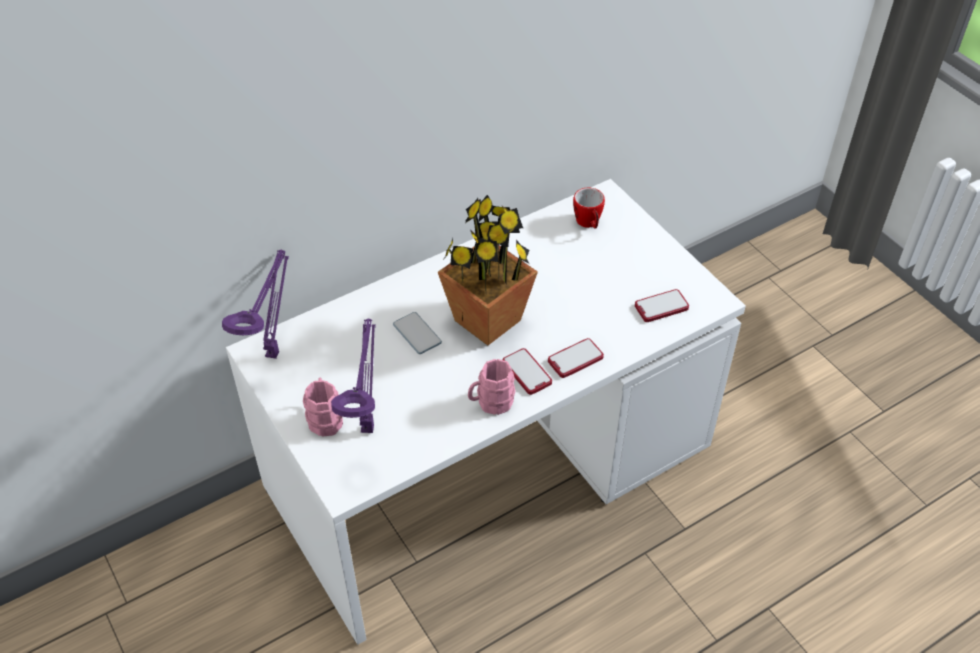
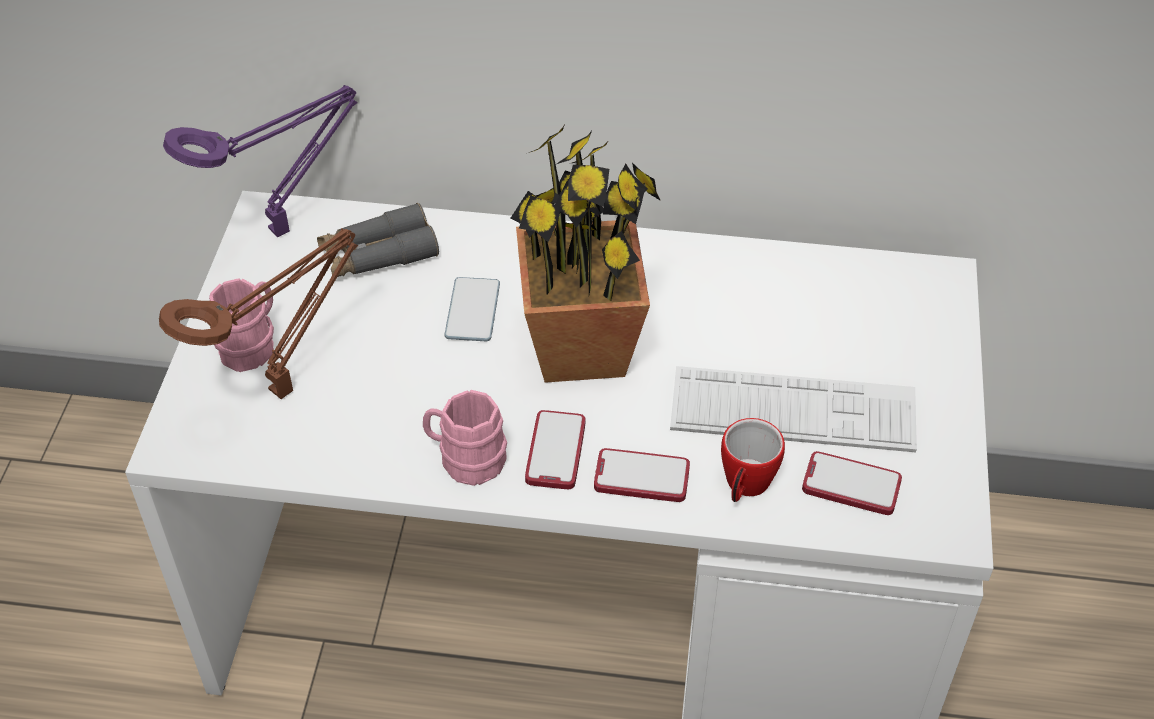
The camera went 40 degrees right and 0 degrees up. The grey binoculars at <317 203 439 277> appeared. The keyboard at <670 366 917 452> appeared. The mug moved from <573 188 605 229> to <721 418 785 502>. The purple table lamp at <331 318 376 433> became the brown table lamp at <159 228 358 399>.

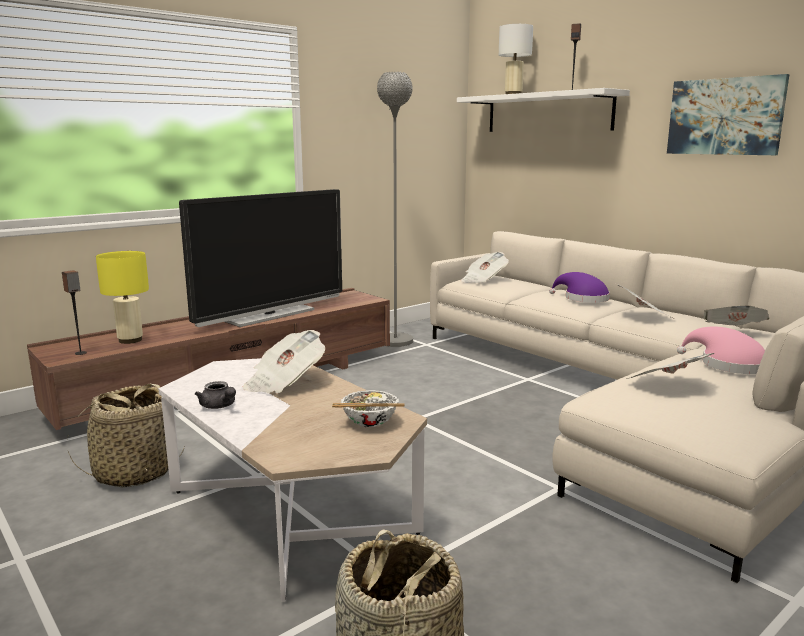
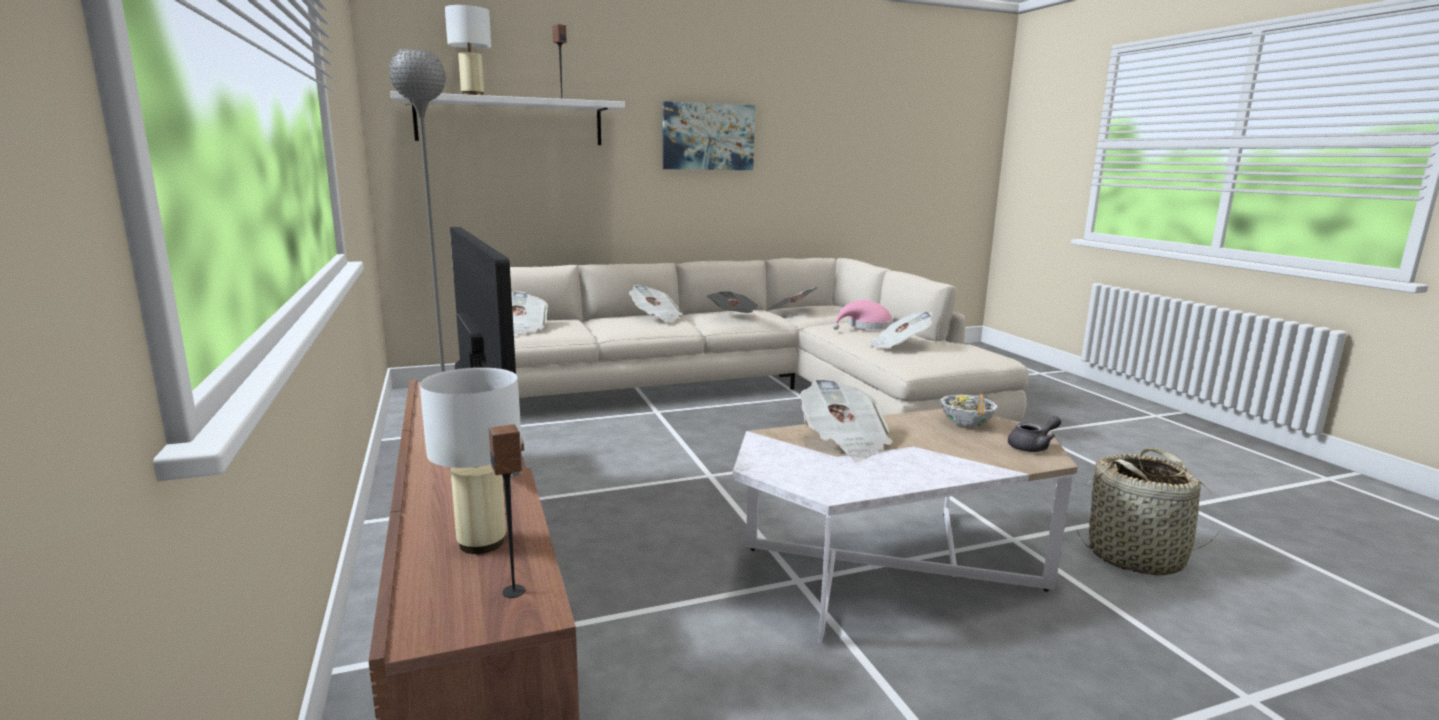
The camera went 70 degrees left and 0 degrees up. The basket at <67 384 185 488> disappeared. The grey teapot moved from <195 381 236 409> to <1008 416 1062 452>. The purple hat at <549 272 610 303> was replaced by the newspaper at <629 285 682 323>. The yellow table lamp at <96 251 149 344> became the white table lamp at <420 367 521 554>.

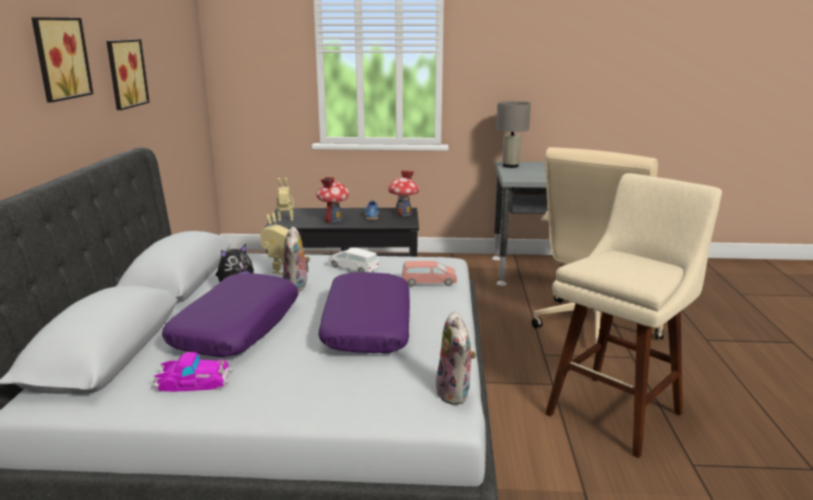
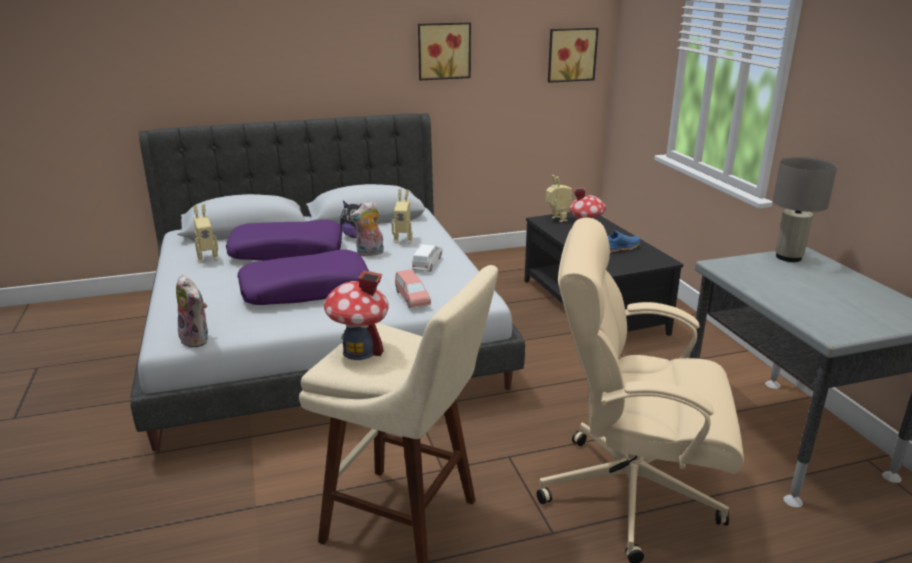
The camera went 70 degrees right and 5 degrees up. The picture moved from <31 17 93 103> to <548 28 599 83>. The toy house moved from <388 170 420 216> to <324 270 389 360>. The toy car at <151 352 233 392> was replaced by the toy robot at <193 204 218 263>. The plush toy at <436 311 476 405> turned 105 degrees counterclockwise.

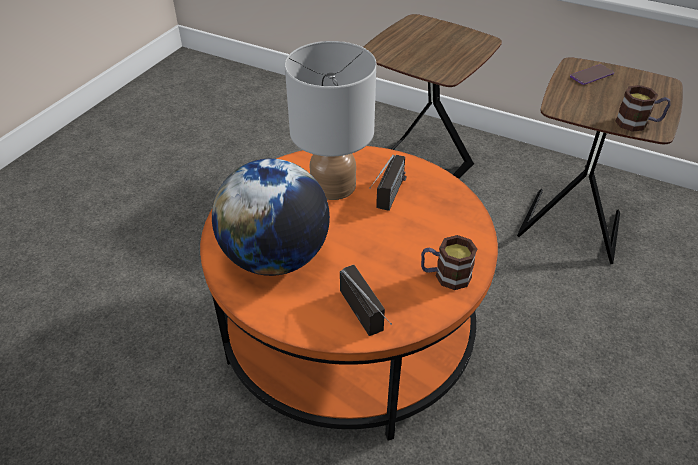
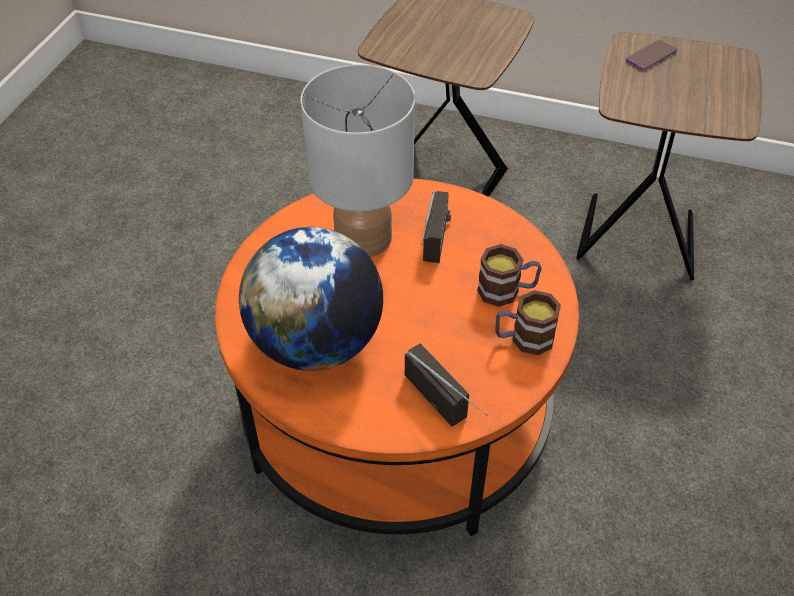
The camera went 10 degrees left and 5 degrees up. The mug moved from <615 85 670 132> to <477 244 542 307>.

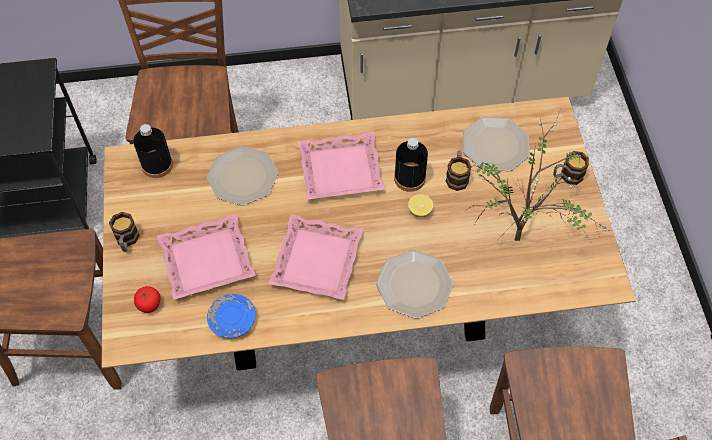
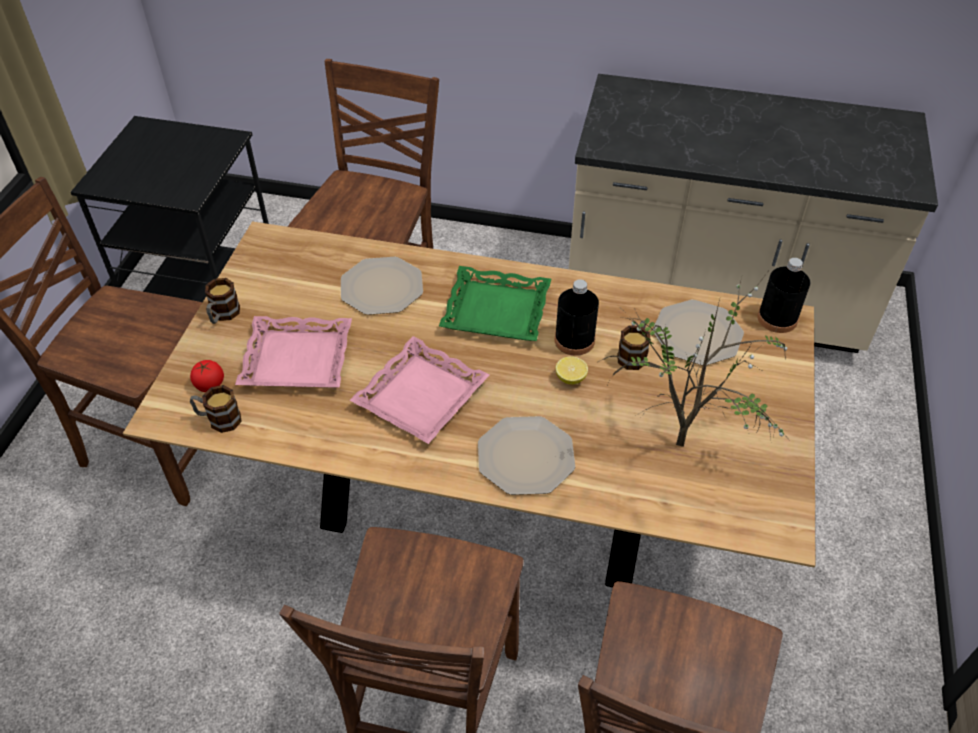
The camera went 20 degrees right and 10 degrees down. The blue plate at <207 294 256 338> disappeared. The black bottle moved from <133 124 173 178> to <757 258 810 333>. The mug moved from <553 151 589 185> to <190 385 242 433>. The pink tray at <298 132 385 200> became the green tray at <439 266 551 341>.

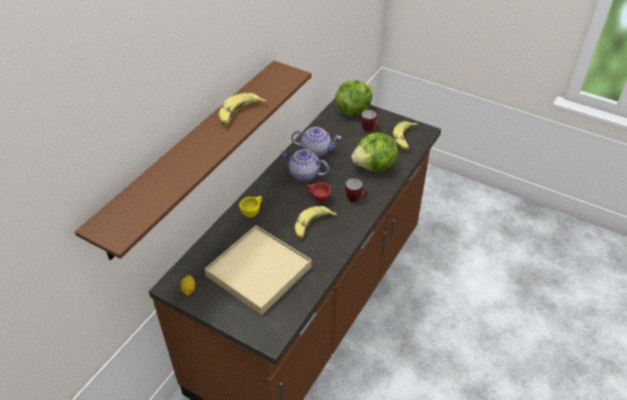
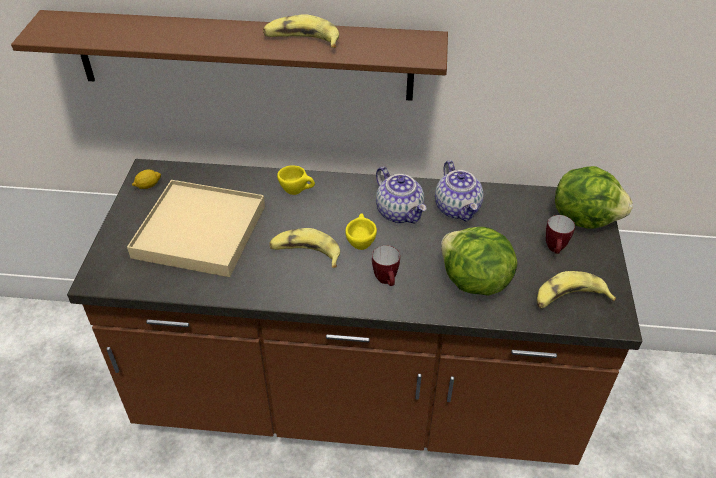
The camera went 65 degrees right and 0 degrees up. The red cup at <306 182 331 203> became the yellow cup at <345 213 377 250>. The teapot at <280 149 329 182> turned 150 degrees clockwise.

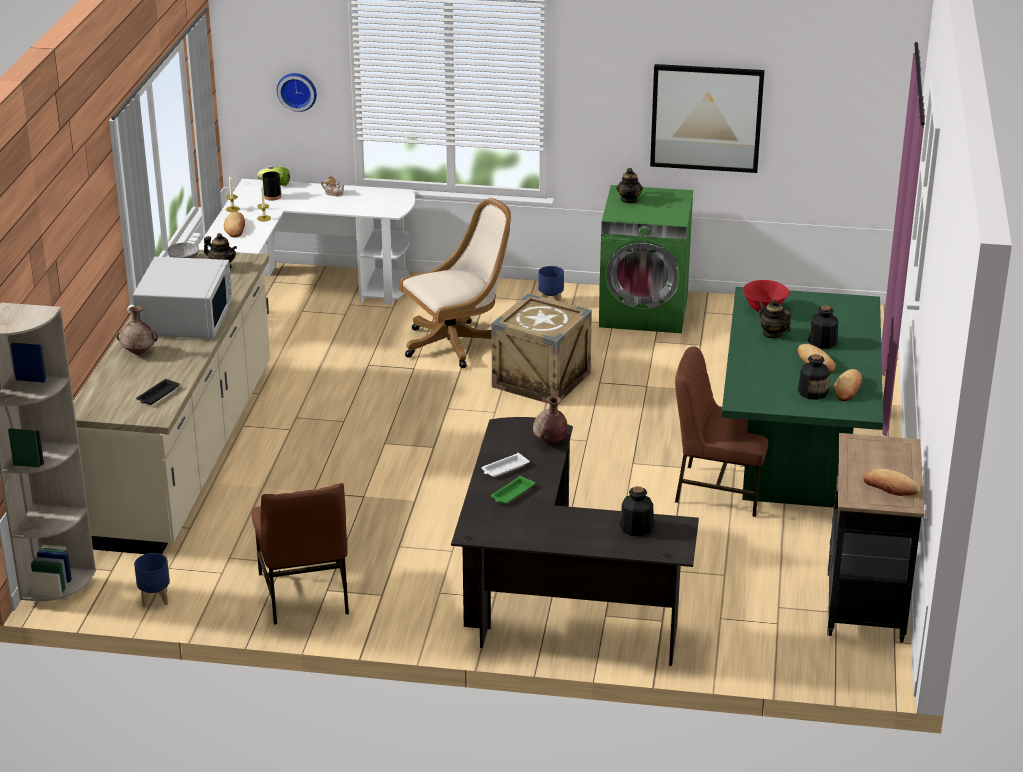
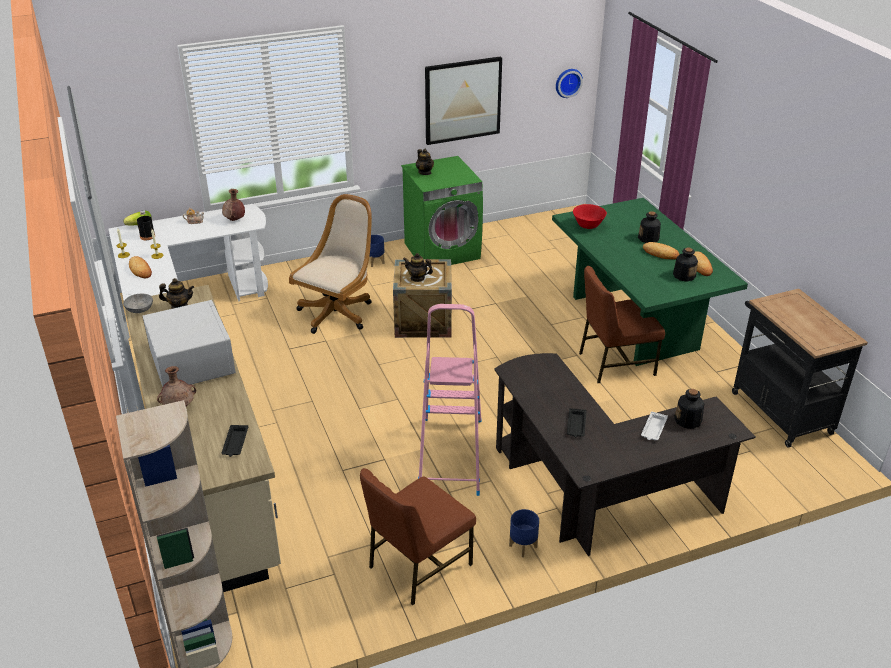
The camera went 30 degrees left and 5 degrees up. The bread at <863 469 920 496> disappeared. The pink step ladder at <418 304 481 496> appeared. The blue planter moved from <134 553 170 608> to <509 509 539 557>. The wall clock moved from <277 73 317 112> to <556 69 583 98>. The white tray moved from <481 453 530 477> to <641 411 668 440>. The brown vase moved from <533 395 568 443> to <222 189 245 221>. The teapot moved from <758 299 791 339> to <403 253 433 282>. The green tray at <491 476 535 504> became the black tray at <567 408 586 437>. The brown chair at <252 483 349 625> turned 90 degrees clockwise.

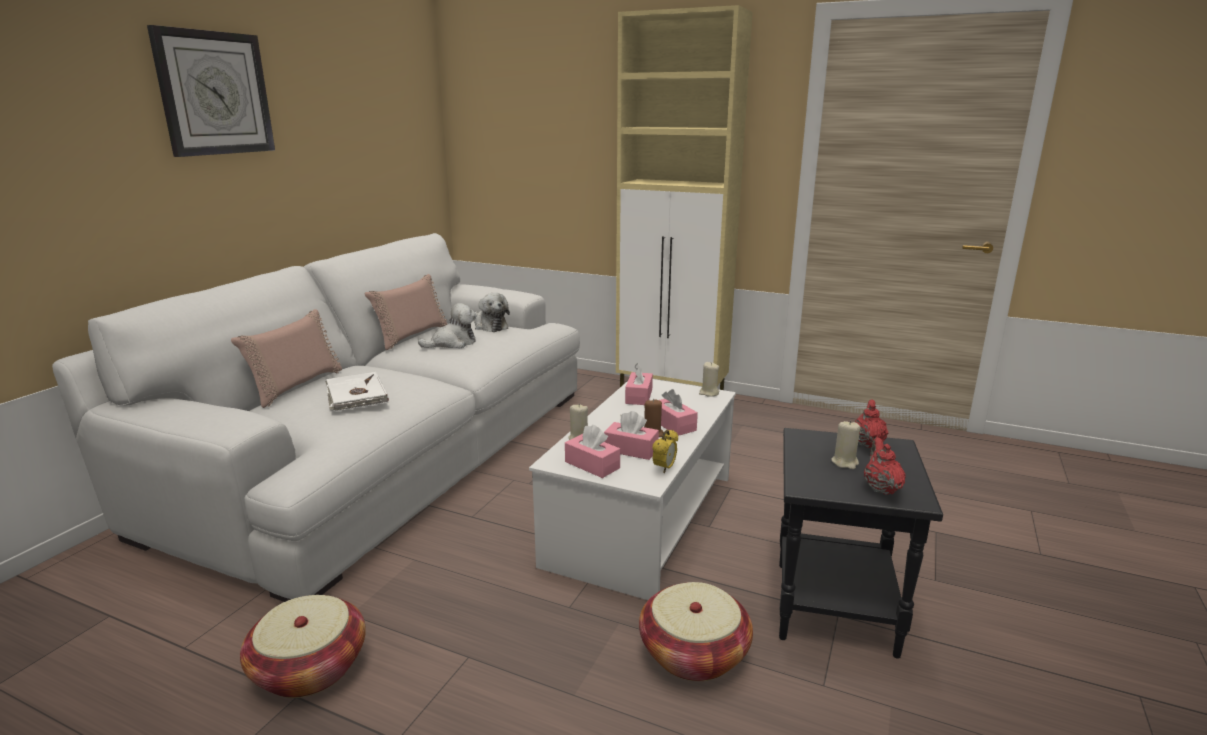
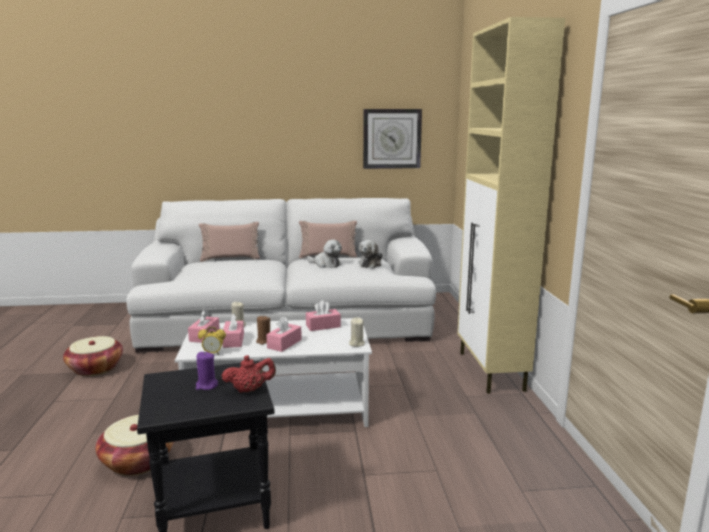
The camera went 60 degrees right and 5 degrees down. The white book at <326 372 389 412> disappeared. The red teapot at <864 438 906 495> disappeared. The wall clock moved from <147 25 275 157> to <363 109 422 169>. The beige candle at <831 420 860 469> became the purple candle at <196 352 218 390>.

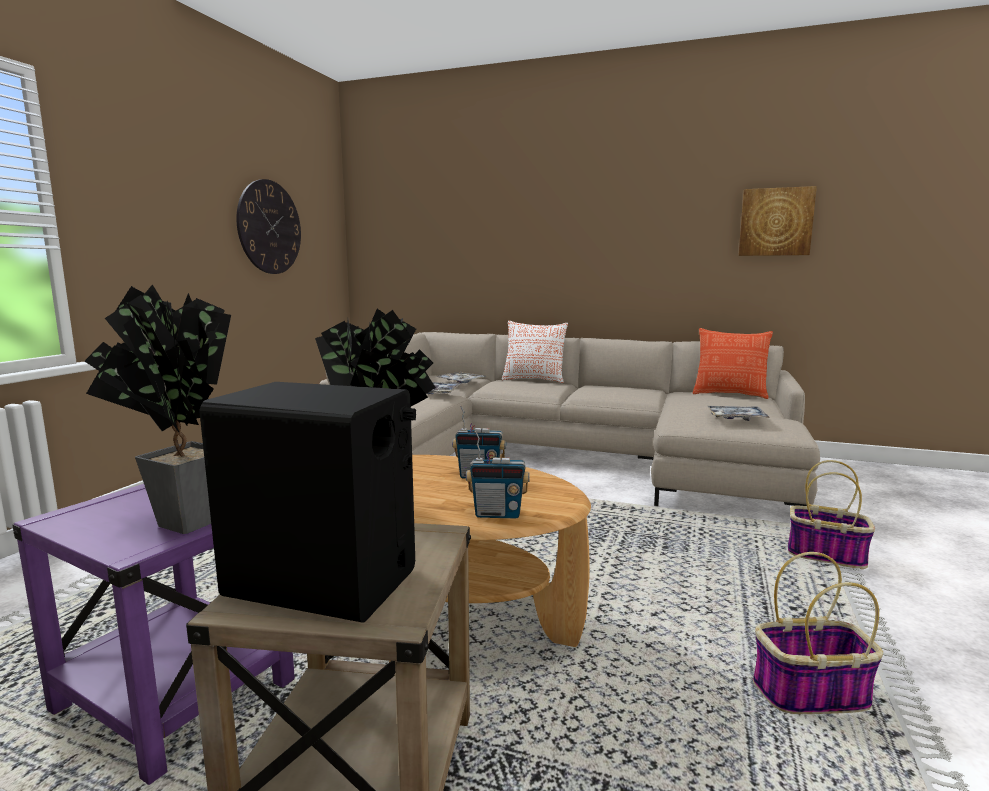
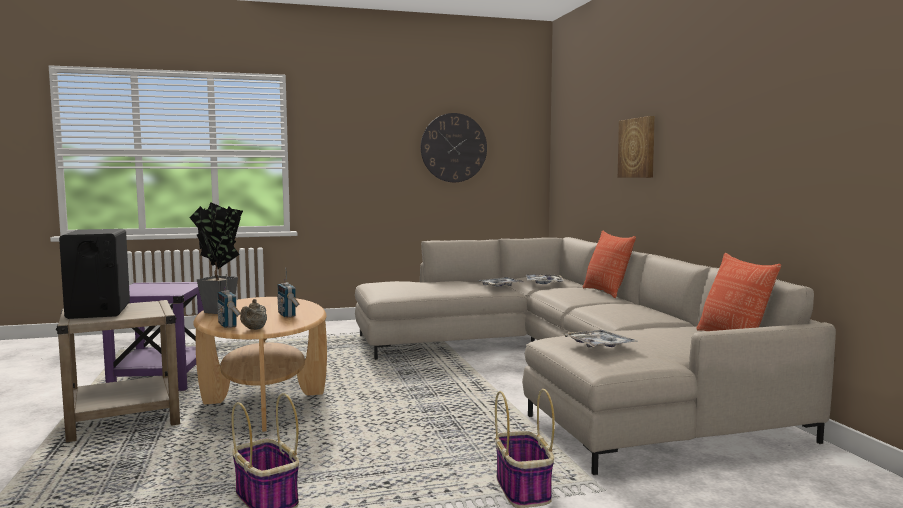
The camera went 55 degrees right and 5 degrees down. The potted plant at <84 284 231 534> disappeared. The beige teapot at <240 299 267 330> appeared. The picture moved from <738 186 817 256> to <618 116 655 178>. The white pillow at <502 321 568 383> became the orange pillow at <583 231 636 298>.

